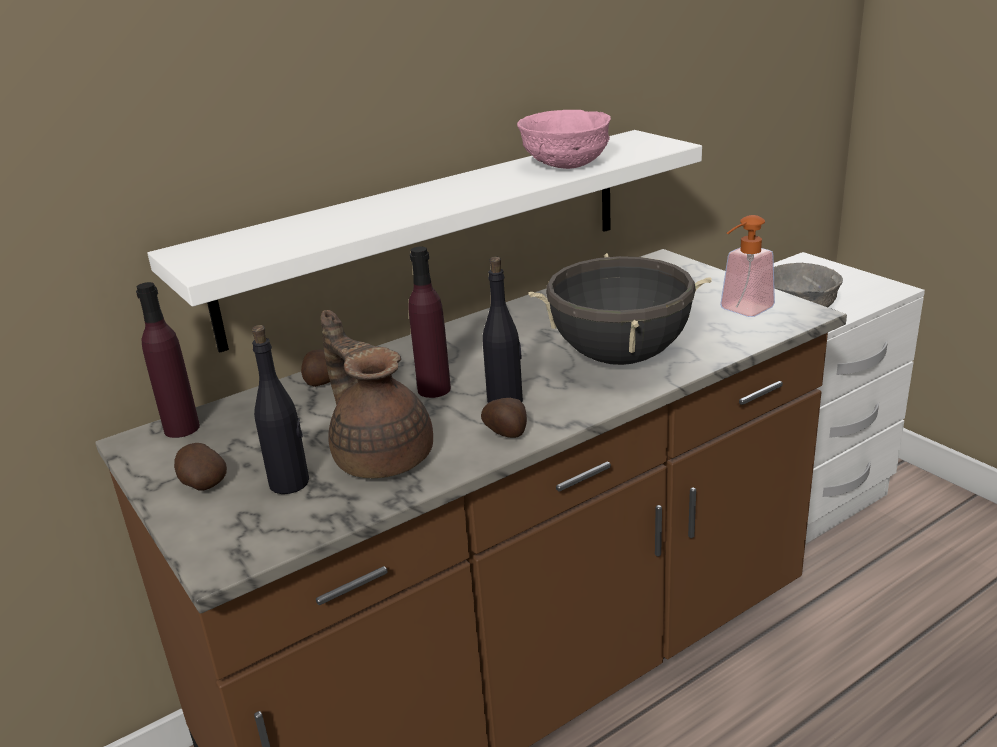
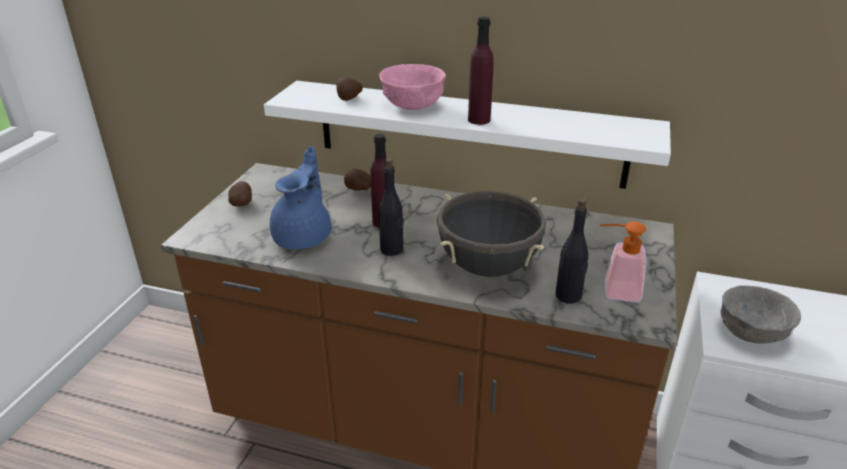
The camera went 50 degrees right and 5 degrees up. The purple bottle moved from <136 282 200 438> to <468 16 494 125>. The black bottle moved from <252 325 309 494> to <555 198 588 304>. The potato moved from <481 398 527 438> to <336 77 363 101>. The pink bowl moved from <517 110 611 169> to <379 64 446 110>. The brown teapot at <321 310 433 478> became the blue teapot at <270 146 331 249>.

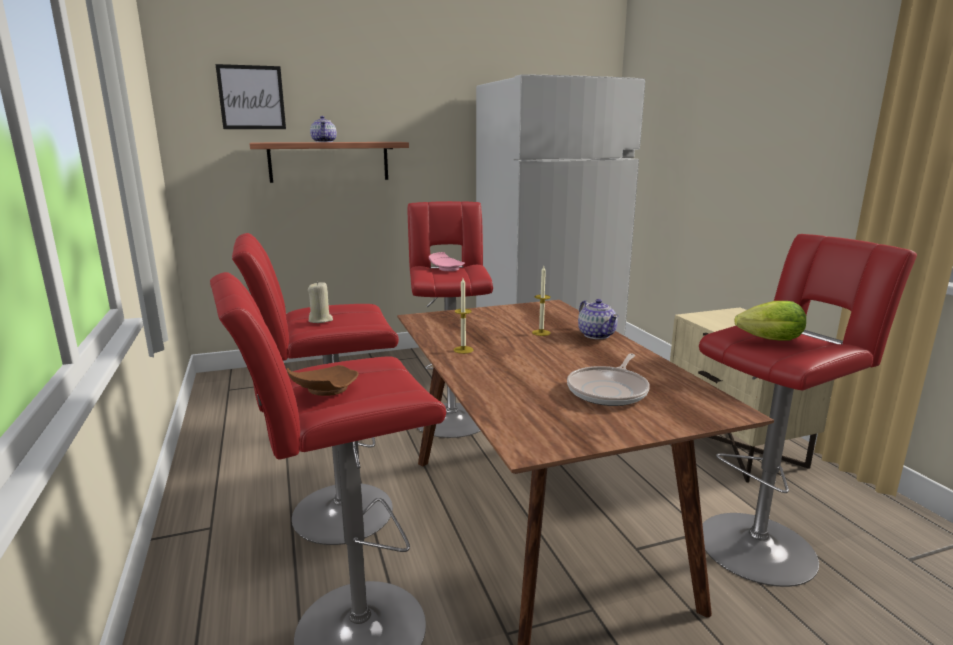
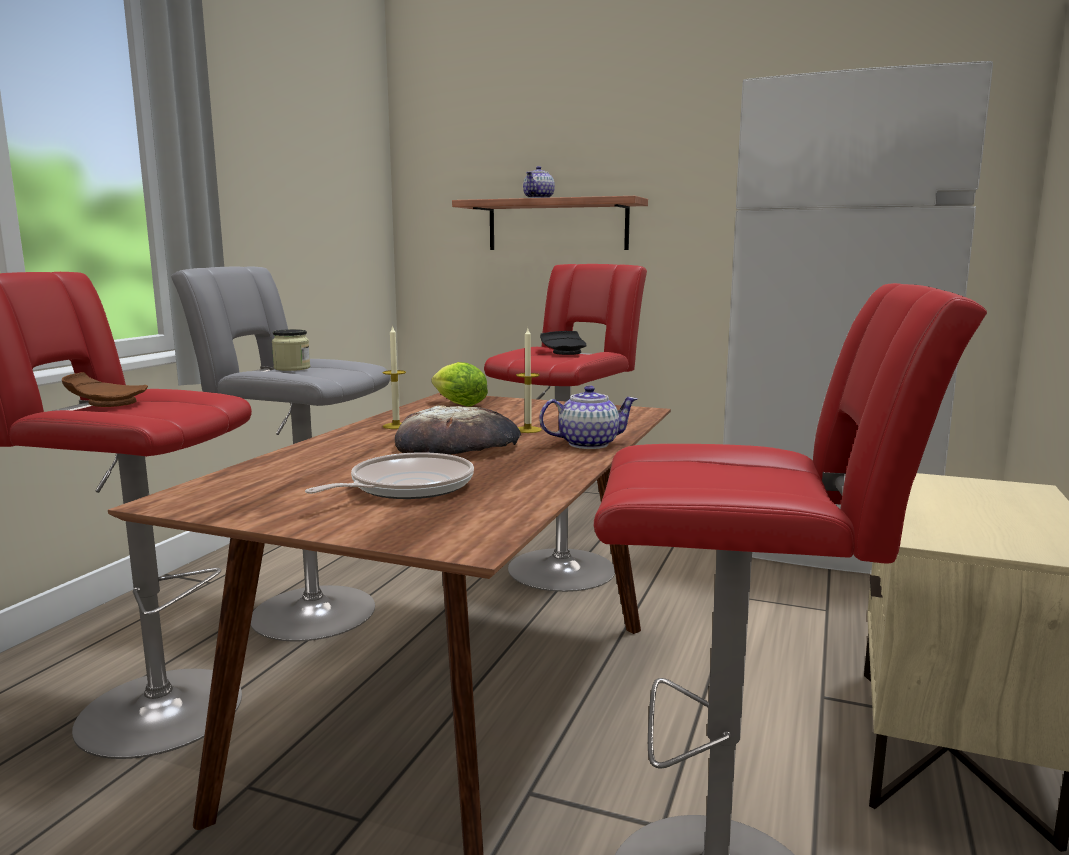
The camera went 40 degrees right and 5 degrees down. The picture at <216 64 286 129> disappeared. The bread at <395 406 521 455> appeared. The lettuce moved from <735 301 806 341> to <432 362 488 407>. The beige candle at <308 281 333 323> was replaced by the jar at <272 329 310 371>. The red stool at <232 233 399 545> became the grey stool at <171 266 390 641>. The pink plate at <429 252 465 271> became the black plate at <540 331 587 355>. The frying pan at <567 353 650 406> turned 150 degrees clockwise. The teapot at <578 299 618 339> turned 120 degrees counterclockwise.

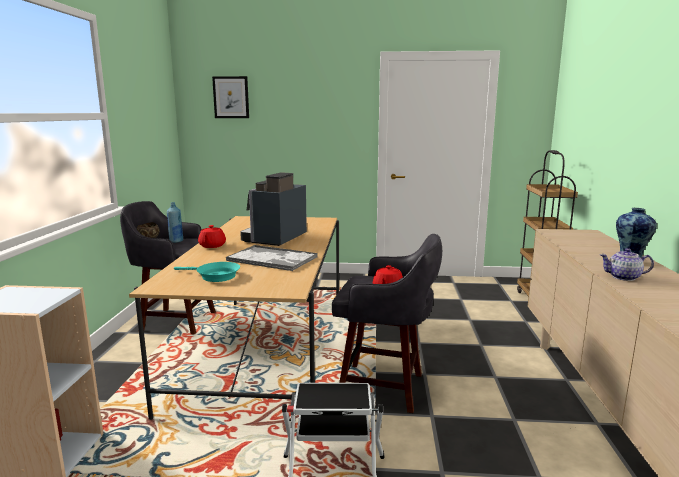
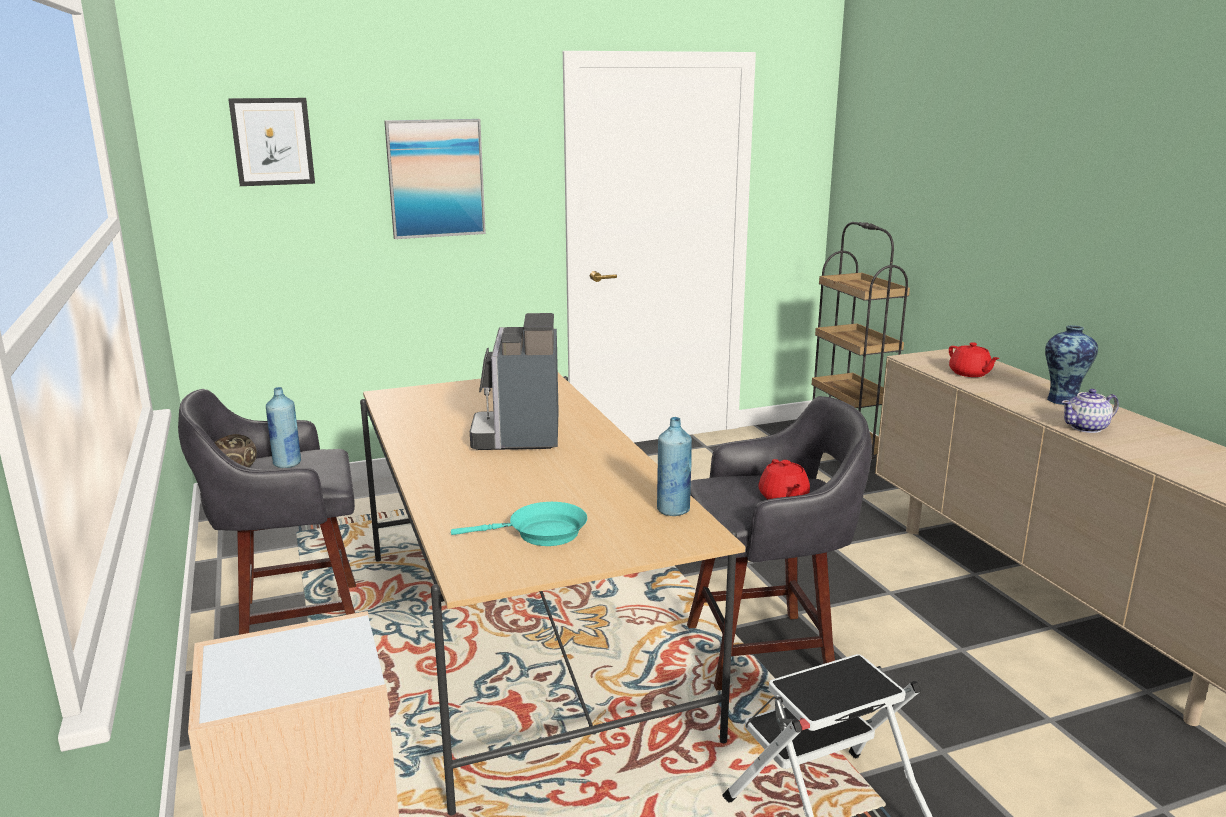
The camera went 25 degrees left and 5 degrees up. The tray at <226 245 318 271> disappeared. The picture at <384 119 486 239> appeared. The blue bottle at <657 417 692 516> appeared. The red teapot moved from <198 225 226 248> to <949 342 1000 377>.

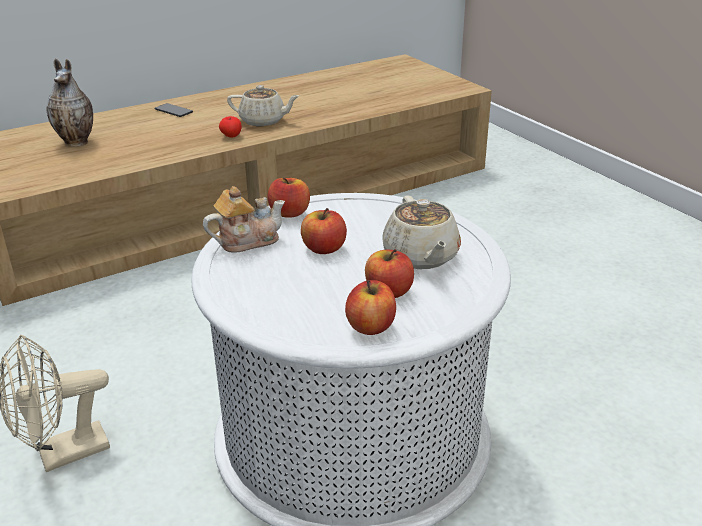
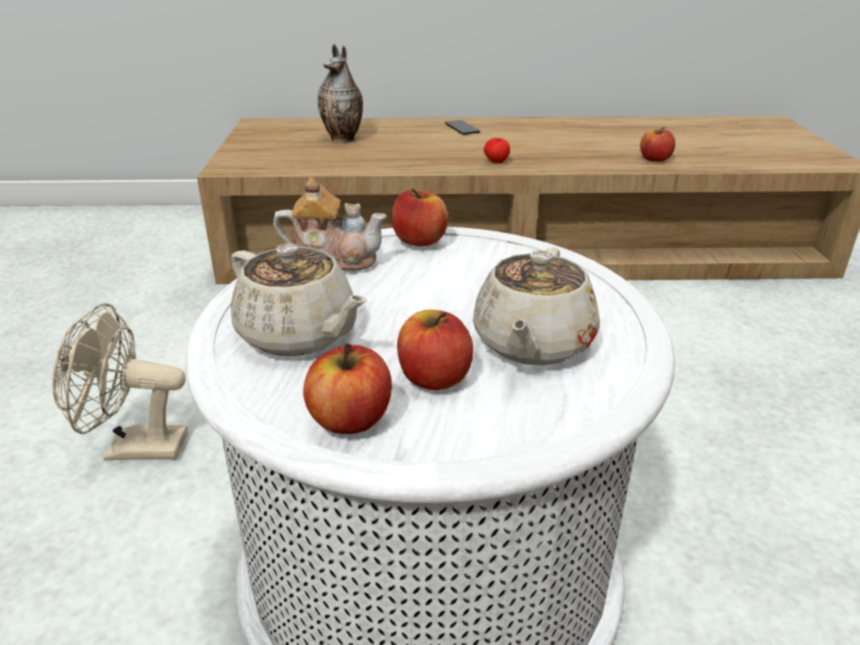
The camera went 30 degrees right and 0 degrees up. The beige teapot moved from <227 85 299 126> to <231 243 368 356>. The apple moved from <301 208 347 254> to <640 127 675 162>.

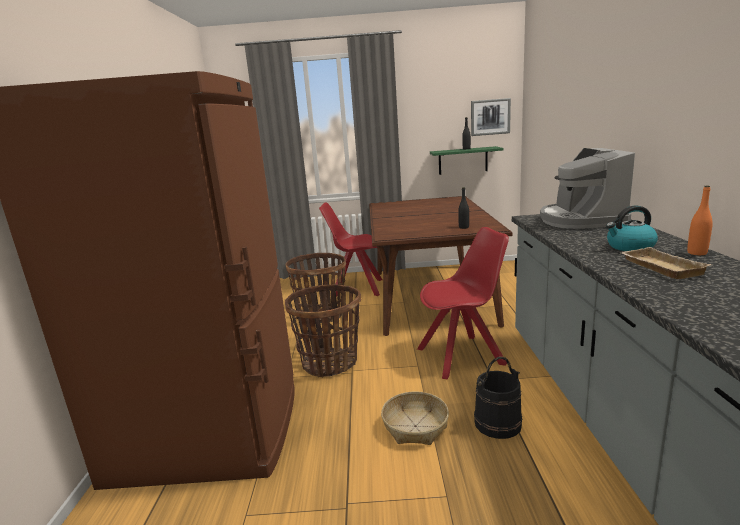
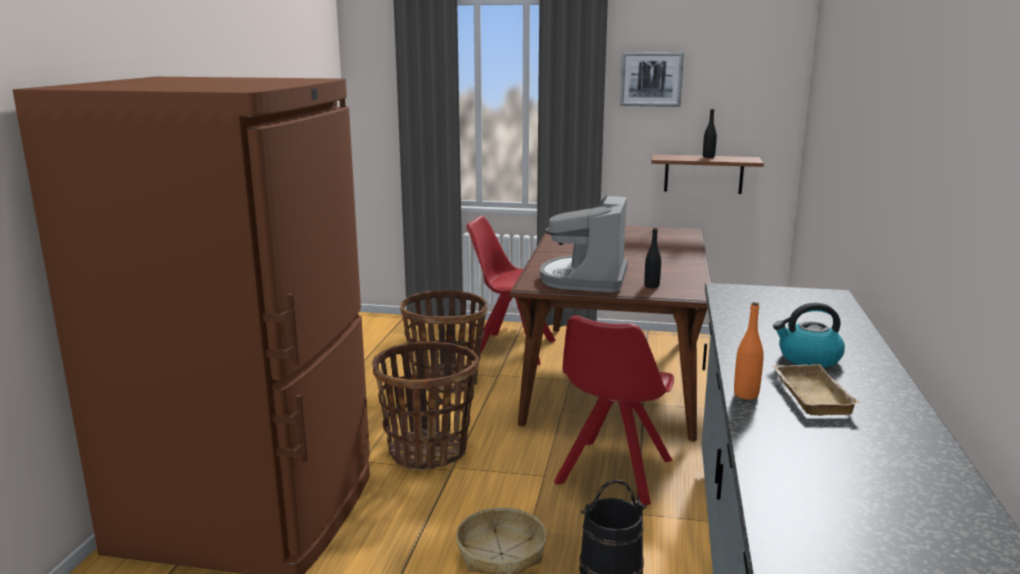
The camera went 10 degrees right and 0 degrees up. The picture moved from <471 98 511 136> to <620 52 684 107>. The coffee machine moved from <540 148 635 229> to <540 195 628 293>. The orange bottle moved from <687 186 713 255> to <734 302 764 400>. The green shelf at <430 146 504 175> became the brown shelf at <651 154 764 194>. The red chair at <417 227 509 379> turned 120 degrees clockwise.

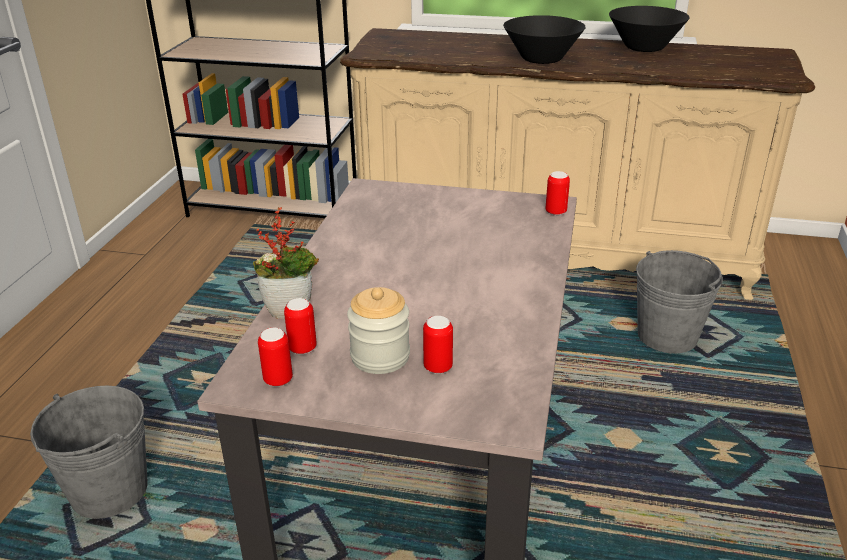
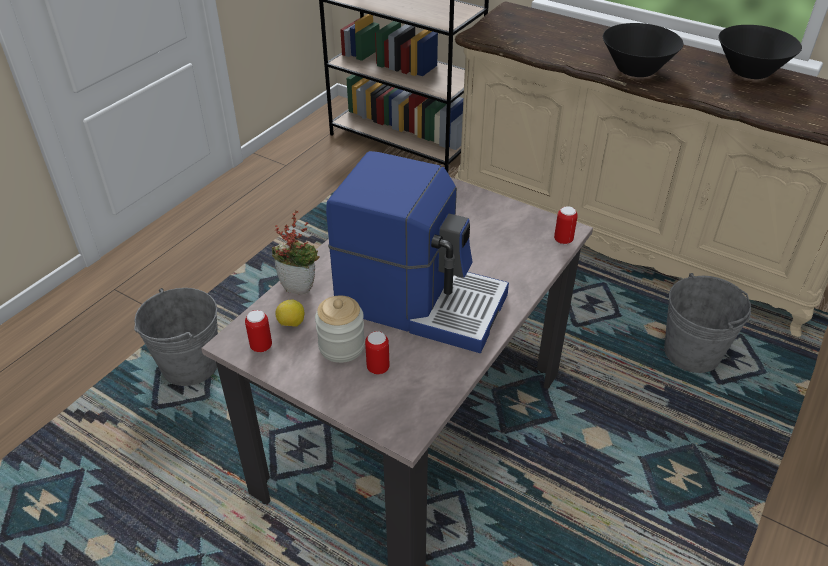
The camera went 20 degrees right and 10 degrees up. The coffee machine at <326 151 509 353> appeared. The can at <284 298 317 354> was replaced by the lemon at <276 300 304 326>.

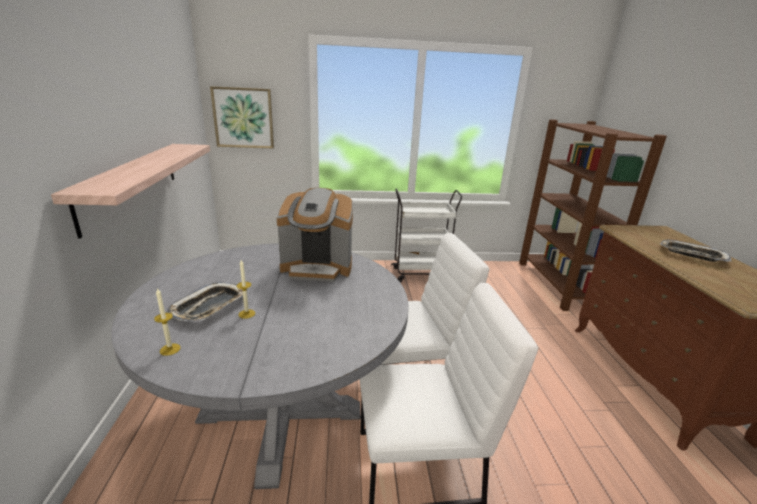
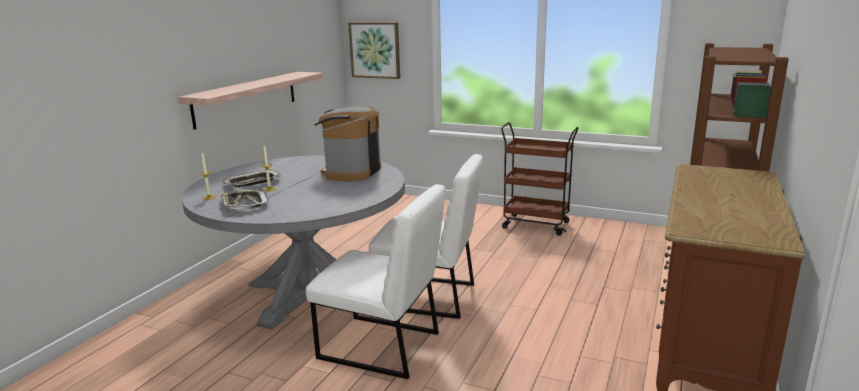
The camera went 30 degrees right and 5 degrees down. The tray moved from <660 240 732 262> to <220 189 269 210>. The white cart at <391 189 462 283> became the brown cart at <501 122 578 236>. The coffee machine at <277 188 353 282> turned 75 degrees clockwise.

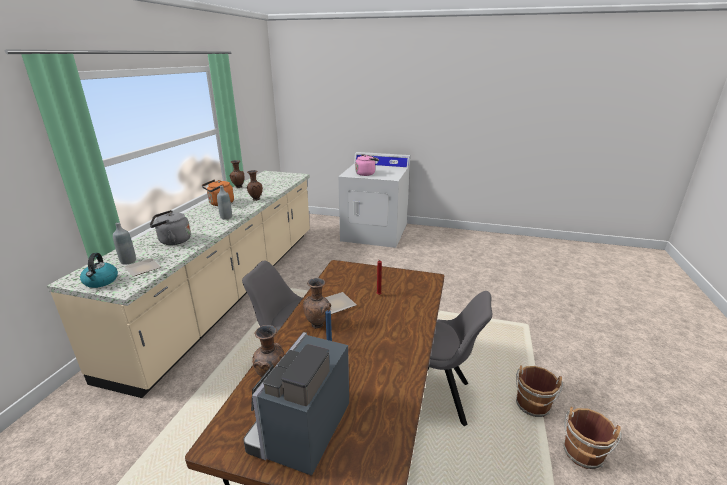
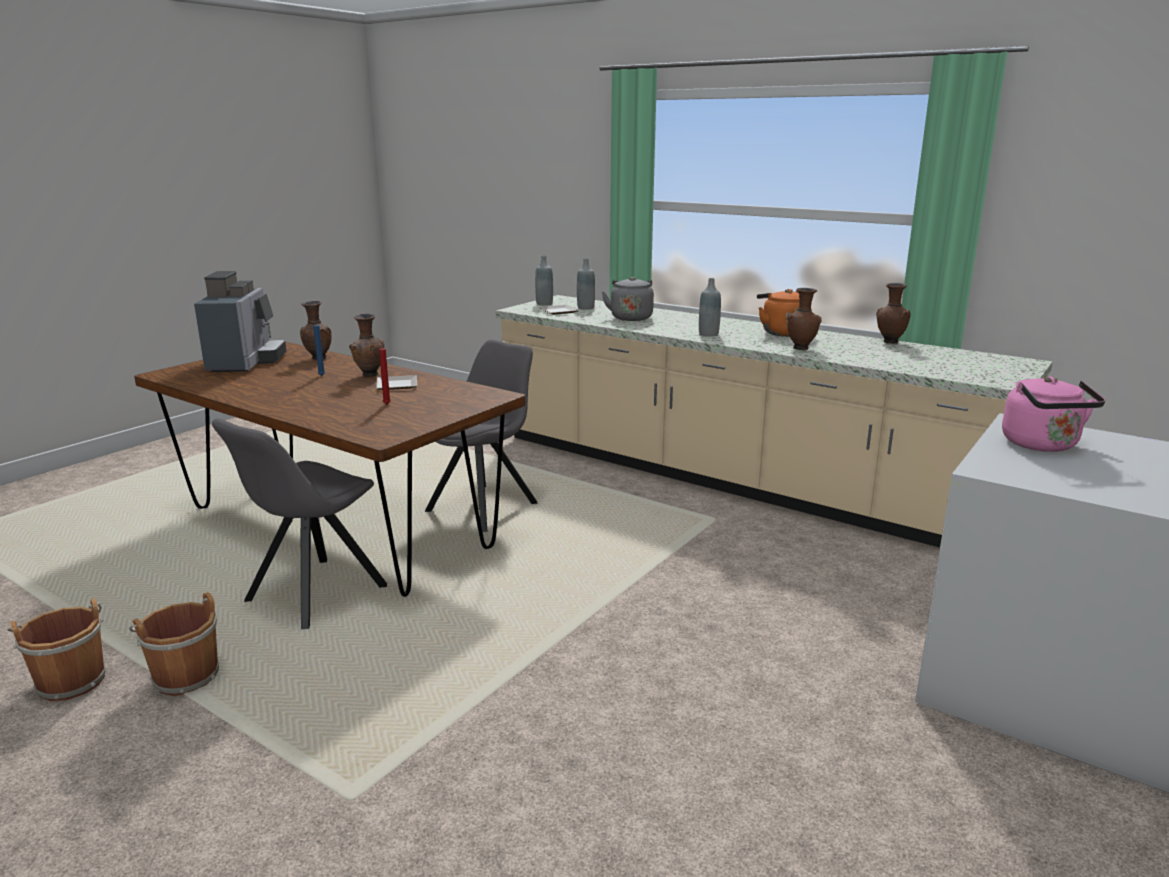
The camera went 110 degrees right and 5 degrees down. The kettle at <80 253 118 288> was replaced by the grey bottle at <535 255 553 306>. The coffee machine at <243 332 349 476> turned 45 degrees clockwise.

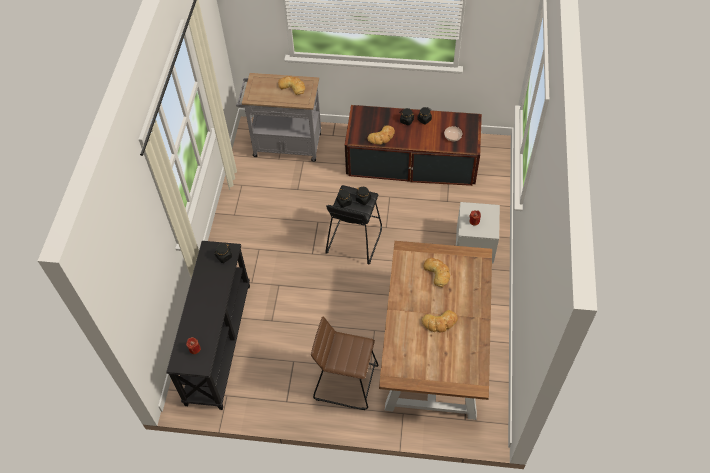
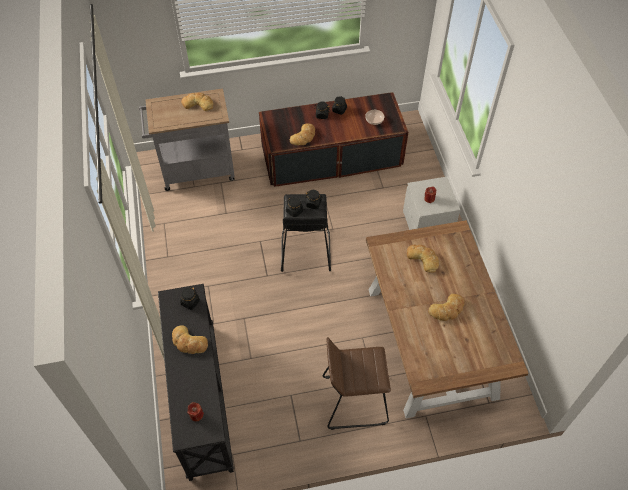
The camera went 20 degrees left and 0 degrees up. The bread at <172 325 208 354> appeared.

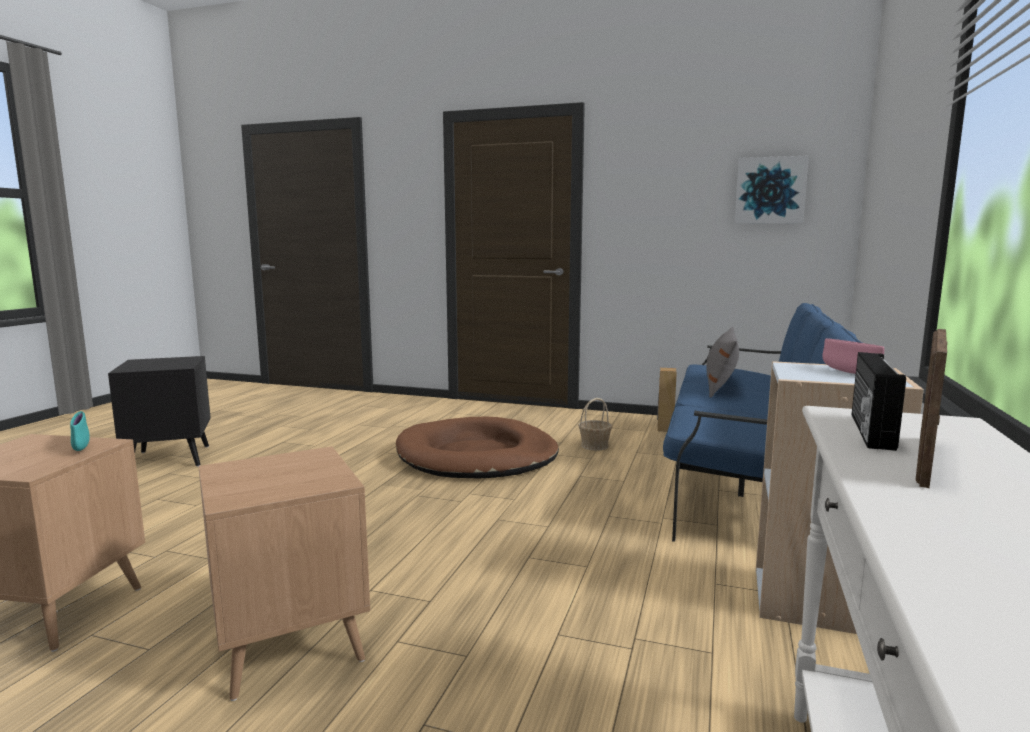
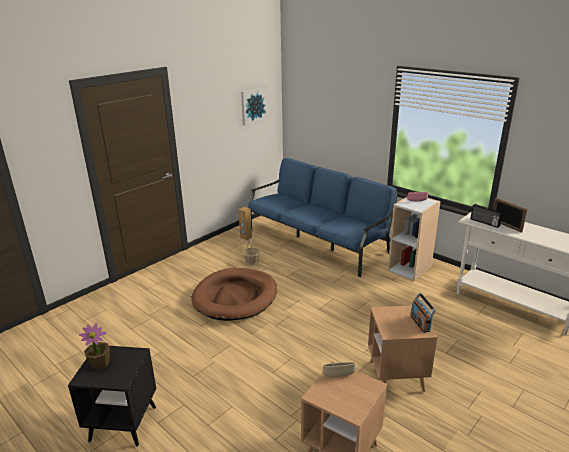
The camera went 65 degrees left and 15 degrees up. The grey pillow at <706 327 739 398> disappeared. The potted plant at <79 323 110 370> appeared. The radio at <410 293 436 333> appeared. The turquoise bowl at <70 411 90 451> became the beige bowl at <322 362 356 377>.

